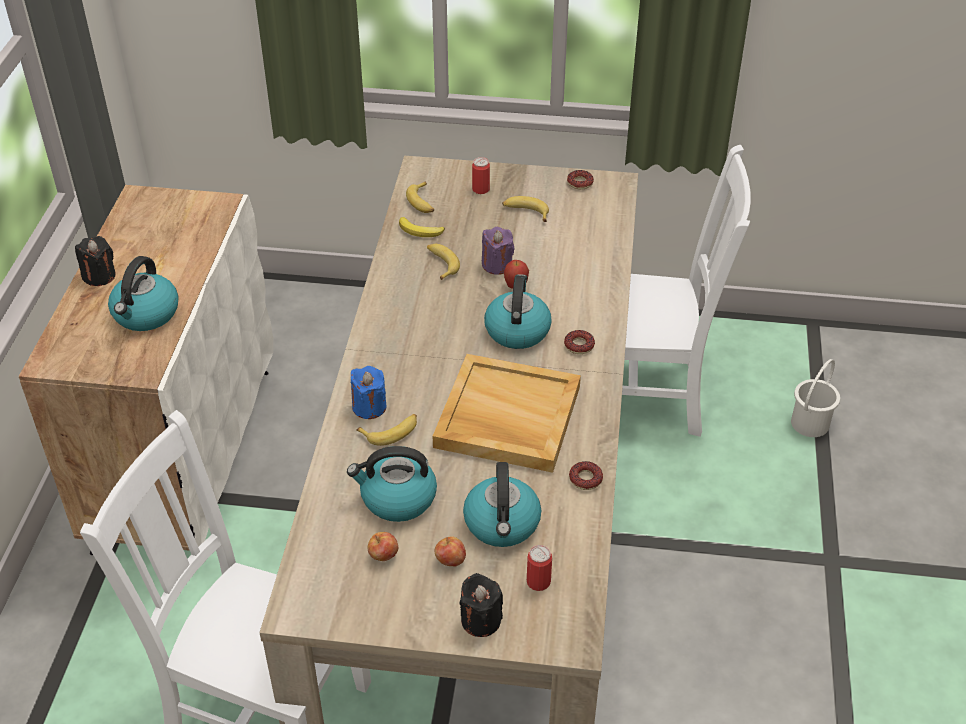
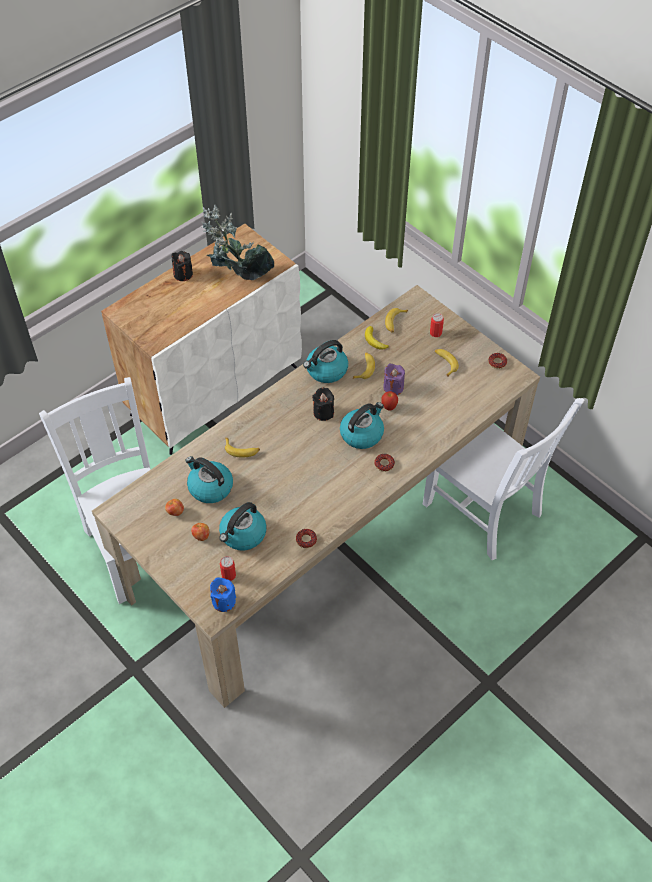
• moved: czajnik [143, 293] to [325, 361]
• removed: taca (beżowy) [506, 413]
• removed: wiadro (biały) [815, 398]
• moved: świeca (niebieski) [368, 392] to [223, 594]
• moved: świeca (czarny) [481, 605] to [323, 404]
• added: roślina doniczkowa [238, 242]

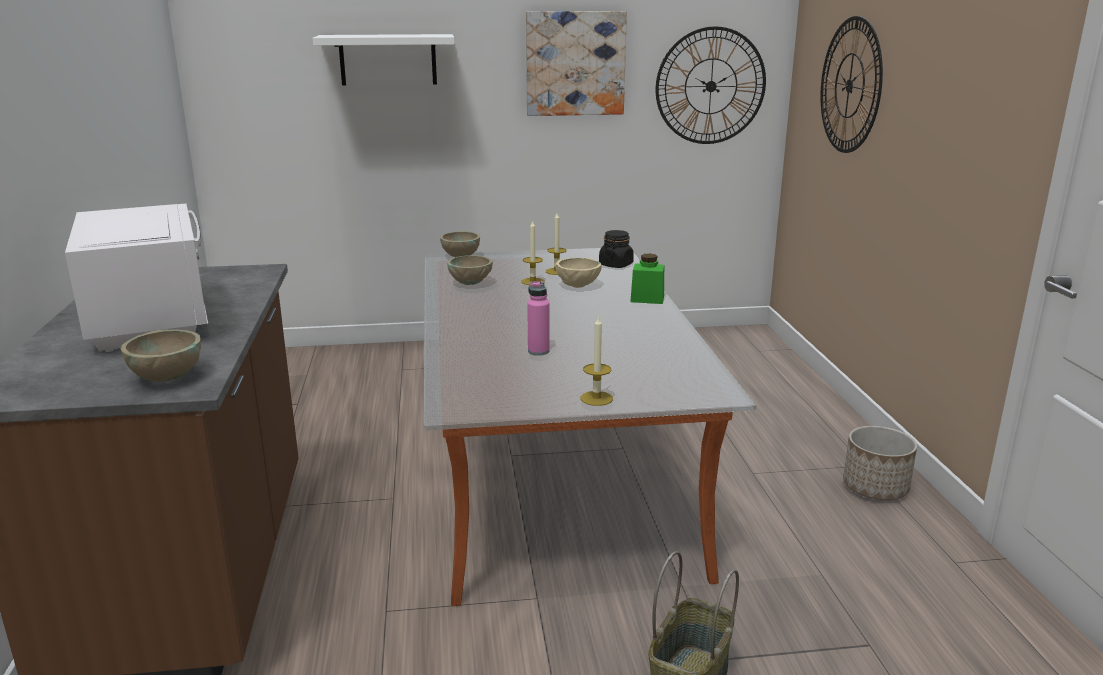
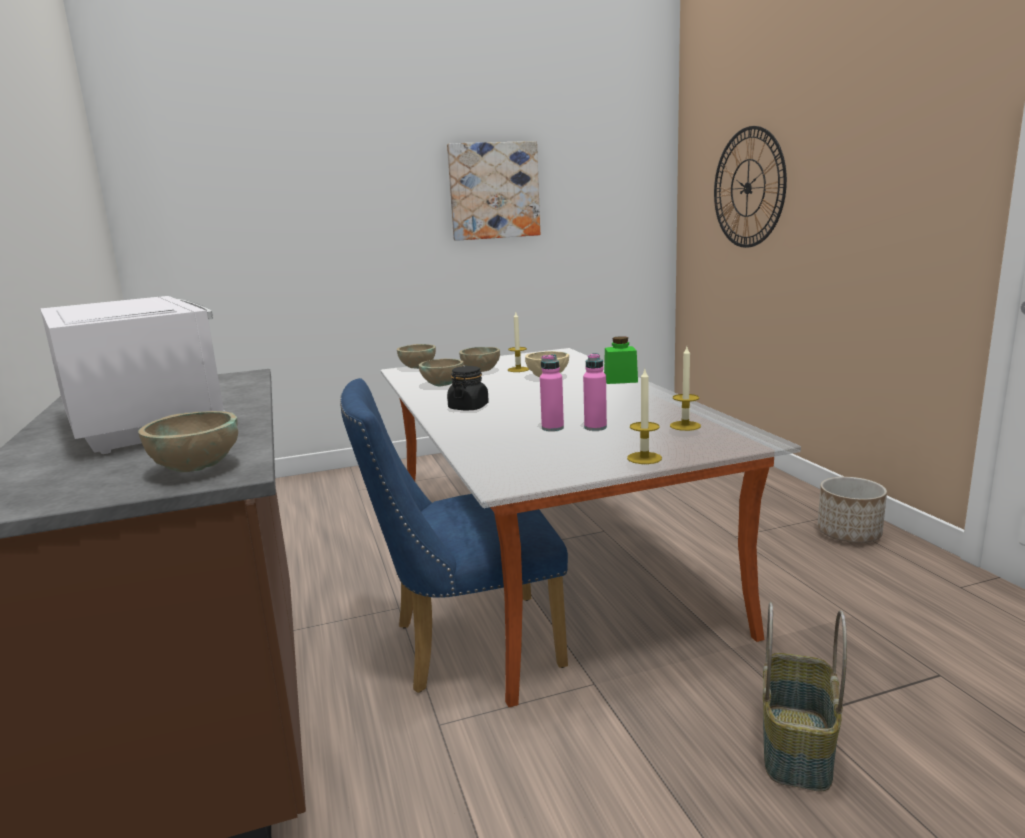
• removed: zegar ścienny [711, 85]
• removed: półka (biały) [384, 60]
• moved: świeca [533, 252] to [685, 389]
• moved: słoik (czarny) [616, 249] to [468, 388]
• added: miska (beżowy) [479, 359]
• added: butelka (różowy) [595, 392]
• added: krzesło (niebieski) [454, 535]

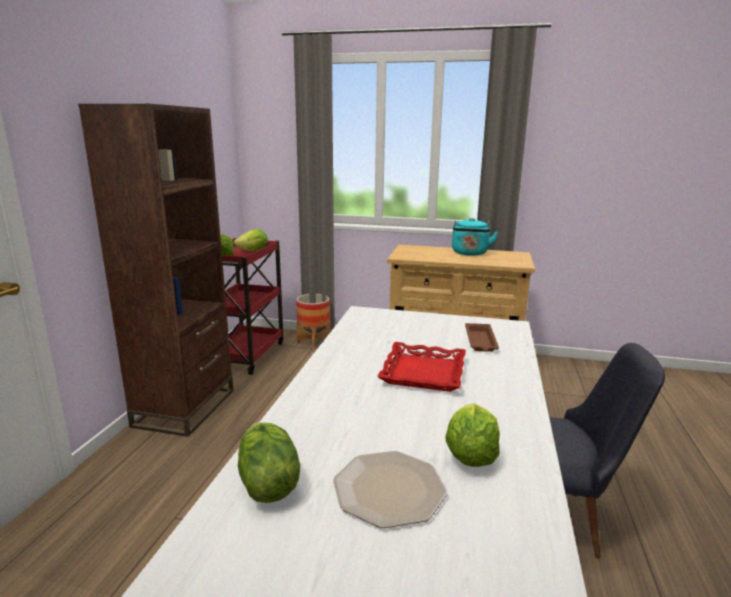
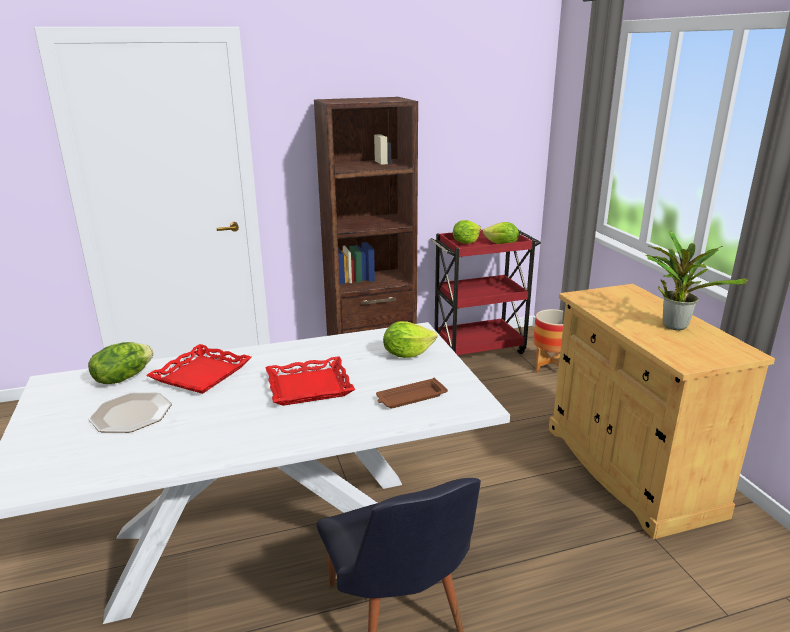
• replaced: czajnik (turkusowy) [475, 237] to roślina doniczkowa [697, 280]
• moved: sałata [472, 435] to [410, 339]
• added: taca (czerwony) [199, 369]

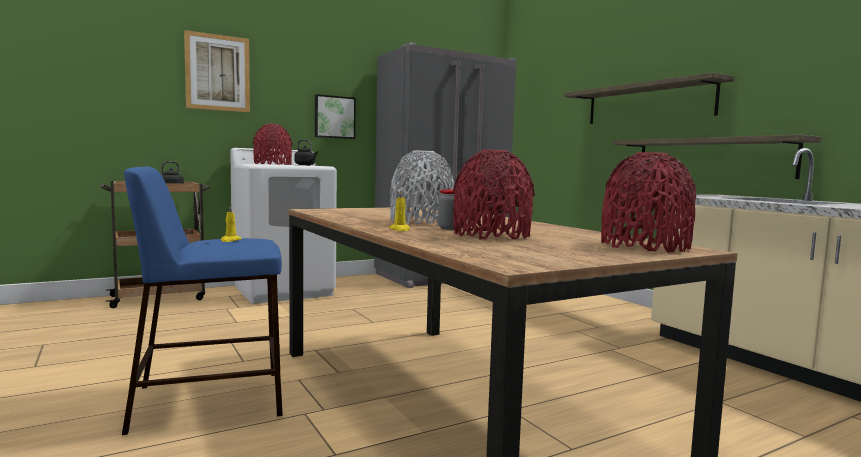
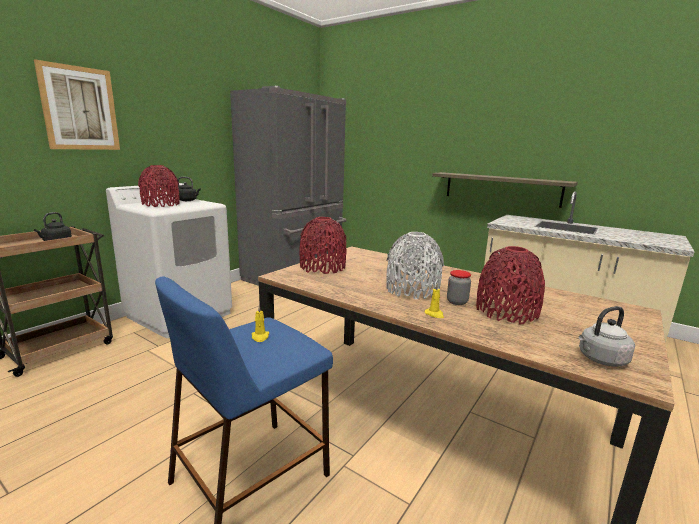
• removed: półka [649, 98]
• removed: obraz [335, 116]
• moved: wazon (czerwony) [648, 202] to [322, 245]
• added: czajnik (szary) [607, 336]

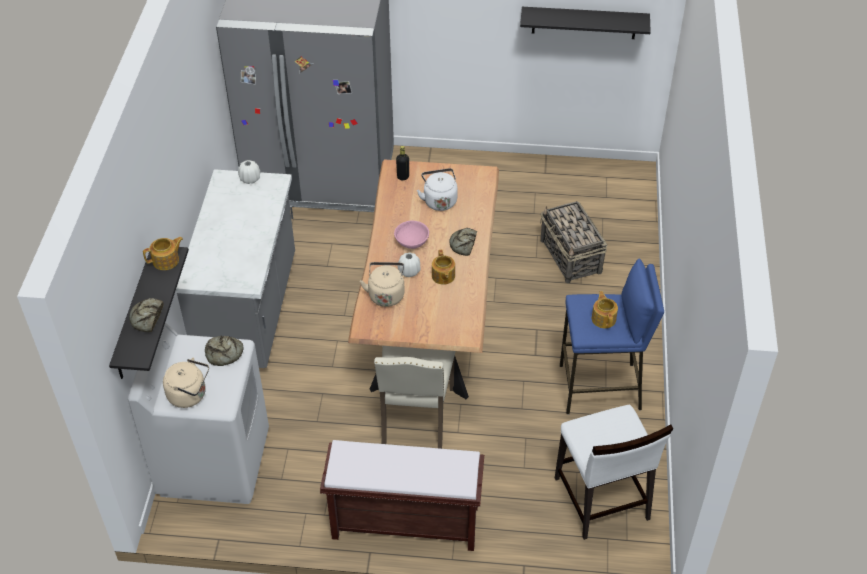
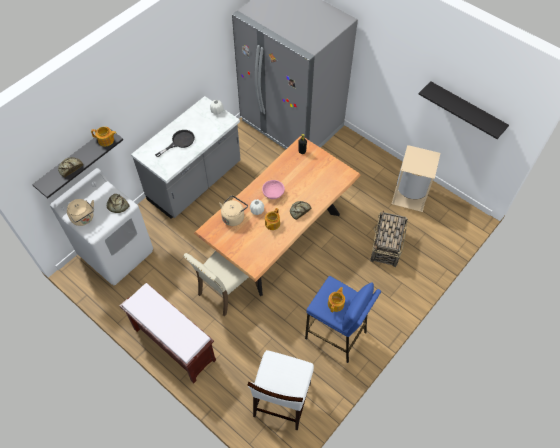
• removed: czajnik (biały) [437, 189]
• added: patelnia (czarny) [175, 143]
• added: kosz na śmieci (beżowy) [416, 178]

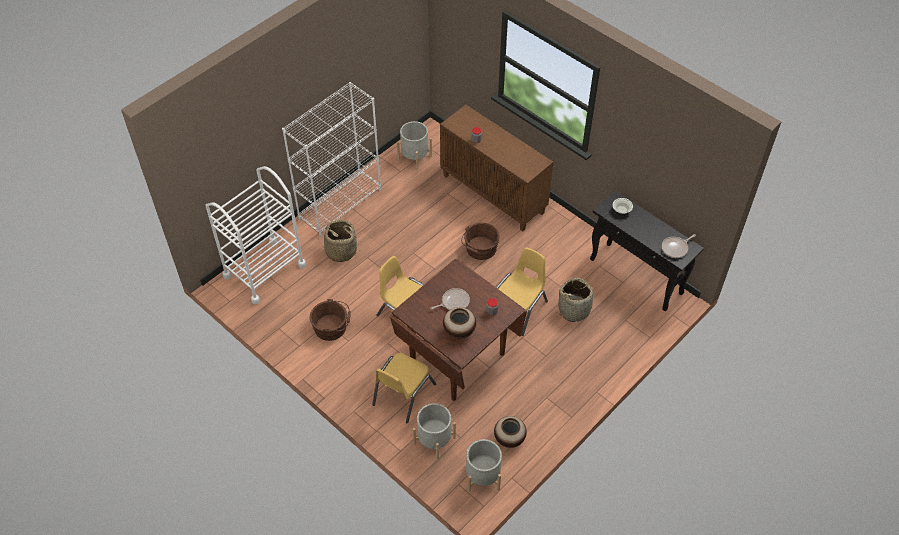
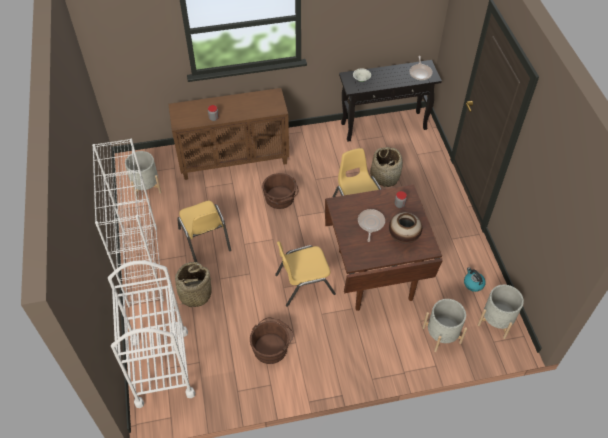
• moved: krzesło (żółty) [404, 388] to [204, 231]
• replaced: wazon [510, 432] to czajnik [474, 279]

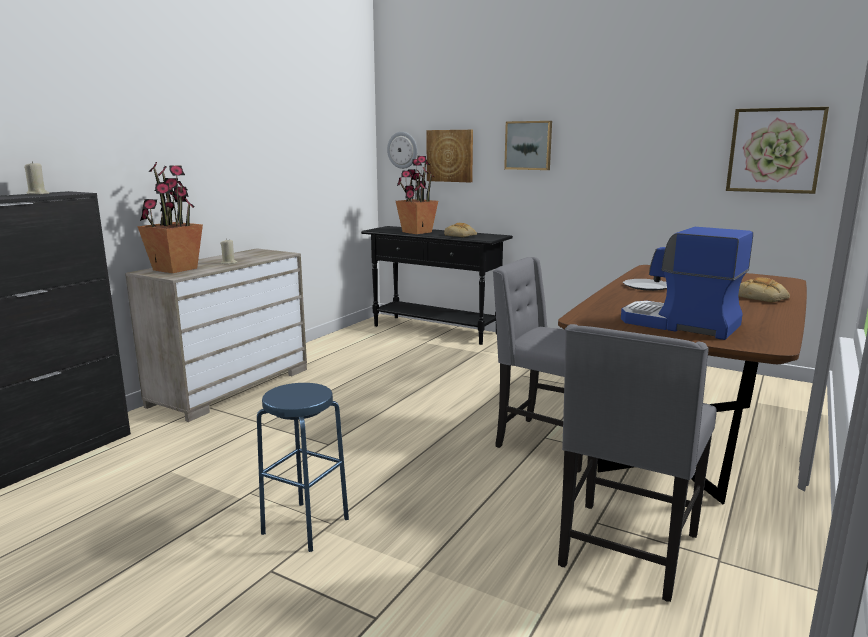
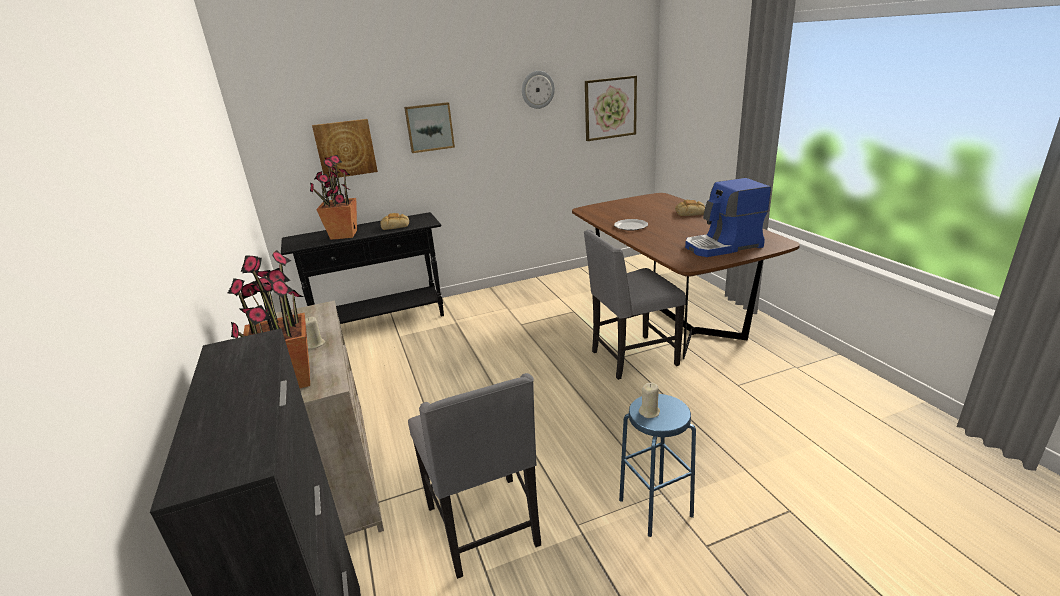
• moved: zegar ścienny [402, 150] to [538, 90]
• moved: świeca (beżowy) [36, 177] to [649, 400]
• moved: krzesło (szary) [637, 463] to [474, 476]

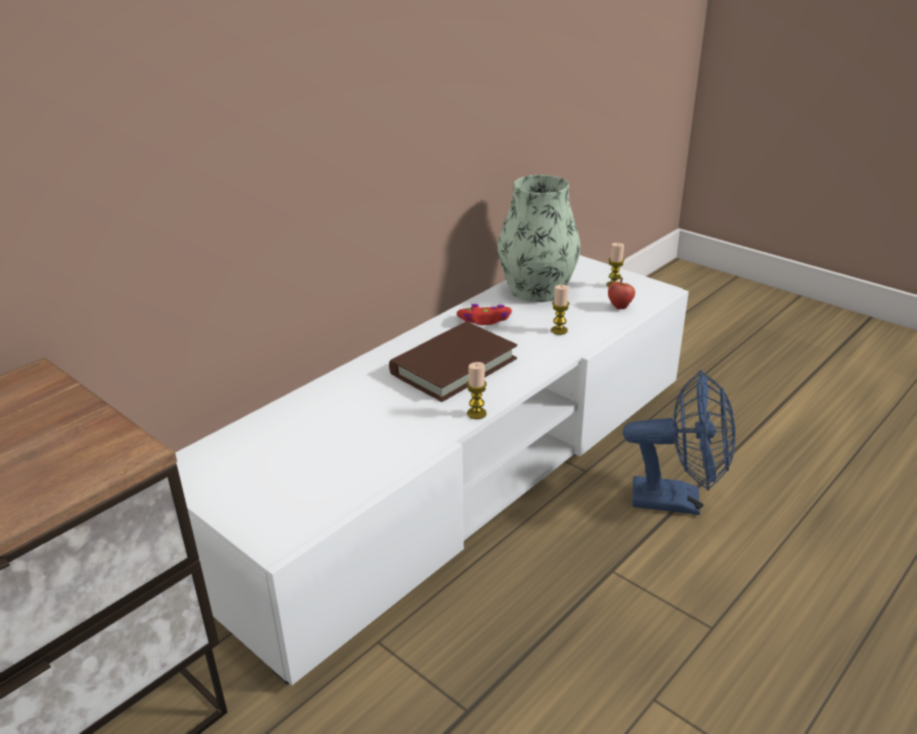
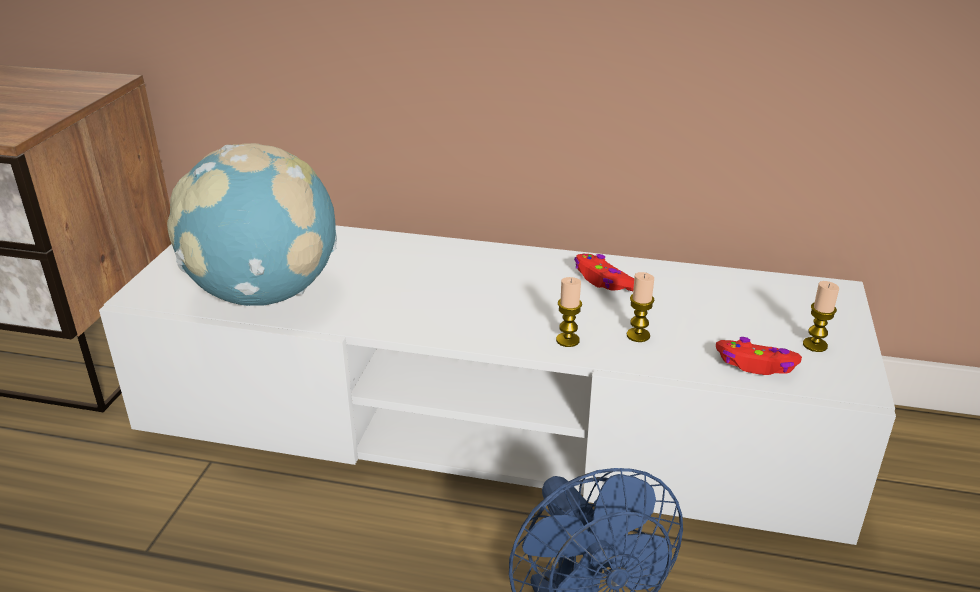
• removed: wazon [539, 238]
• replaced: jabłko [621, 292] to pad do gier (czerwony) [759, 356]
• removed: książka (brązowy) [453, 362]
• moved: świeca [477, 390] to [569, 312]
• added: globus [252, 224]

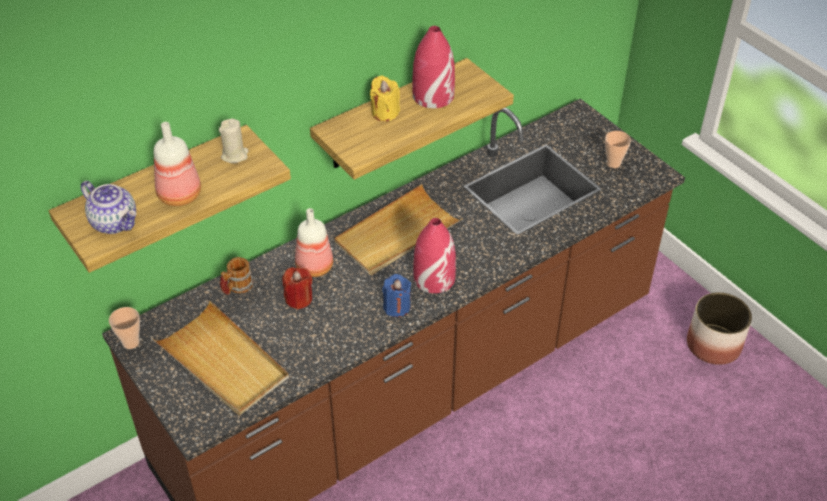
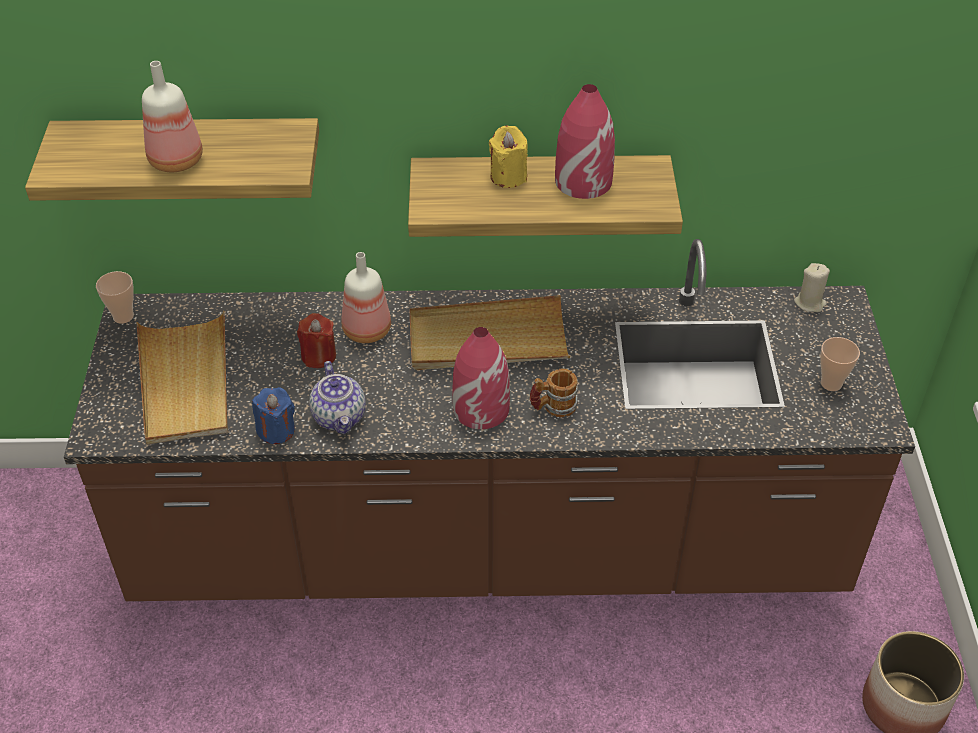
• moved: świeca (beżowy) [233, 141] to [812, 287]
• moved: imbryk [108, 207] to [337, 398]
• moved: kubek [236, 276] to [554, 392]
• moved: świeca (niebieski) [396, 295] to [273, 415]

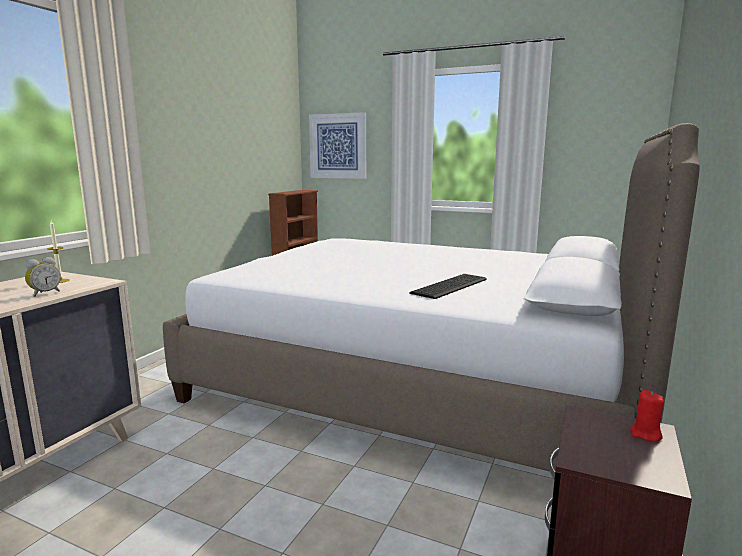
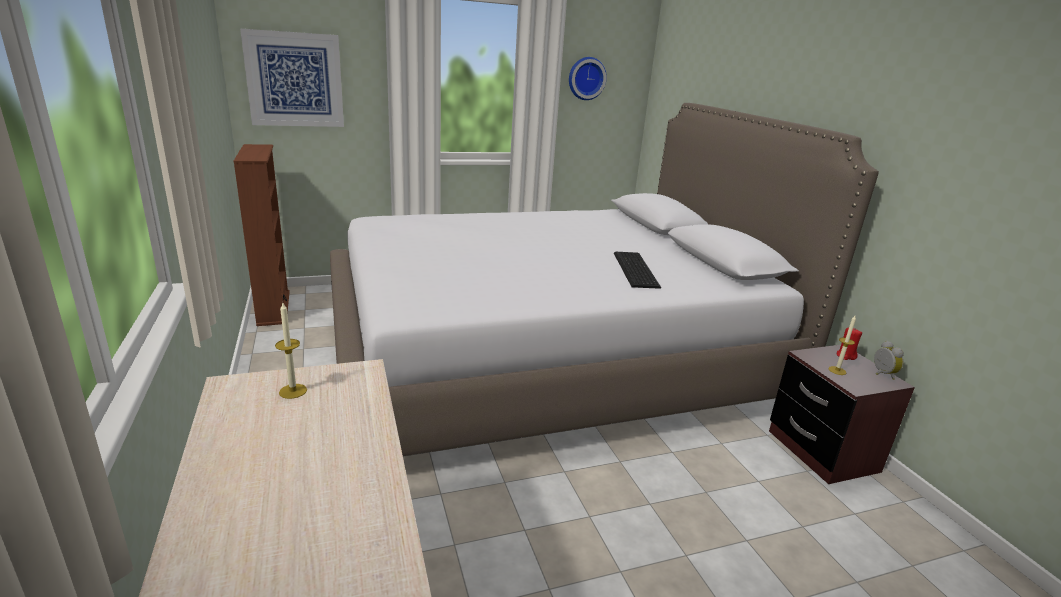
• moved: budzik [43, 277] to [889, 360]
• added: zegar ścienny [588, 78]
• added: świeca [842, 345]

